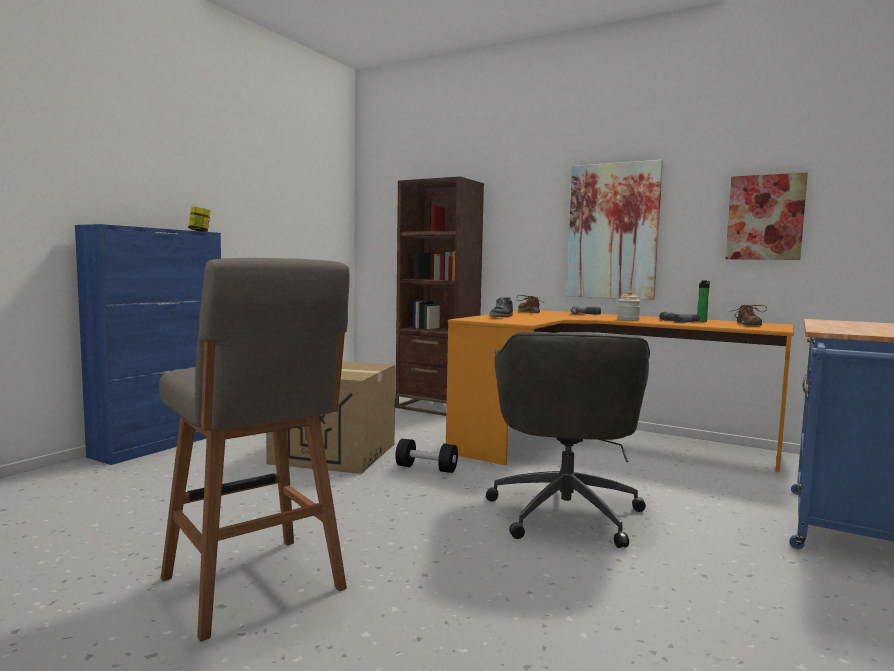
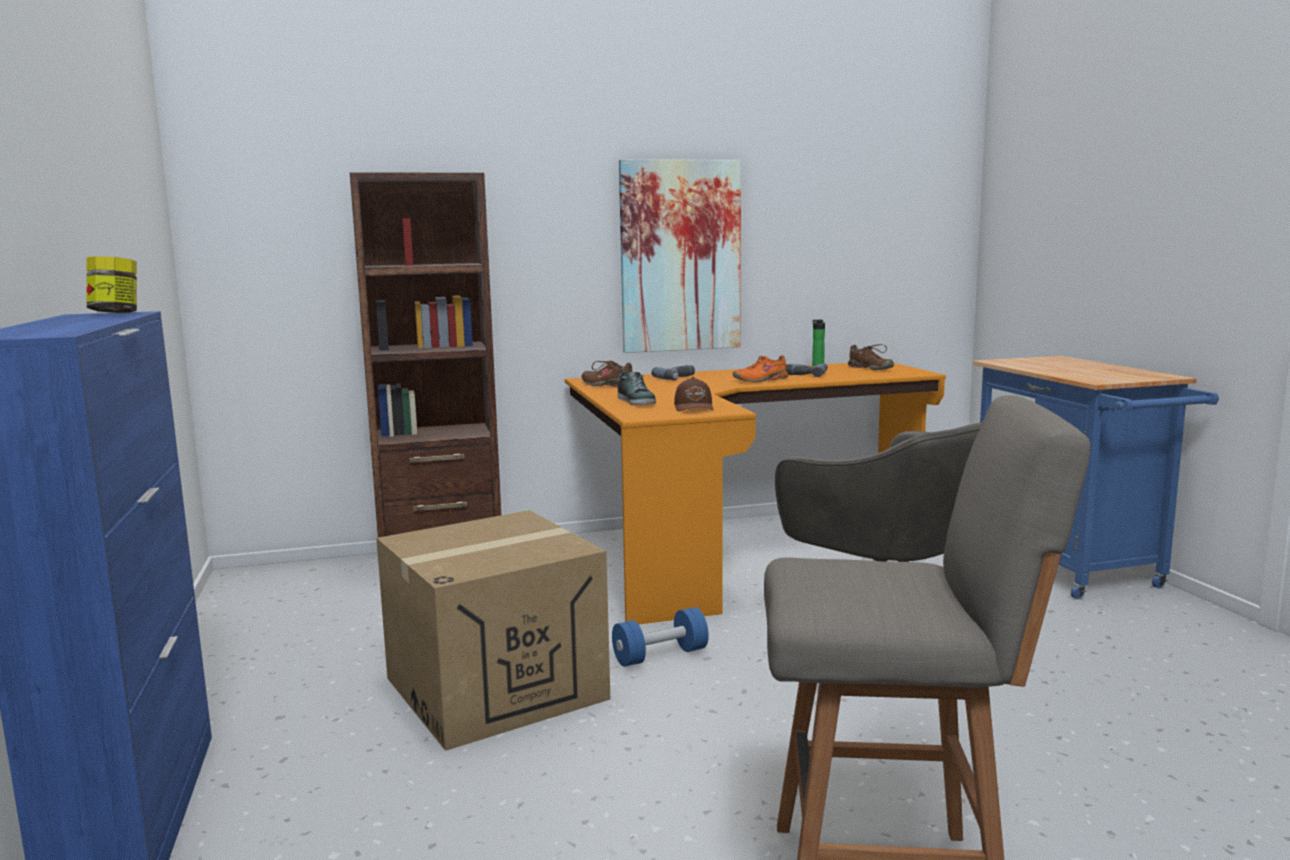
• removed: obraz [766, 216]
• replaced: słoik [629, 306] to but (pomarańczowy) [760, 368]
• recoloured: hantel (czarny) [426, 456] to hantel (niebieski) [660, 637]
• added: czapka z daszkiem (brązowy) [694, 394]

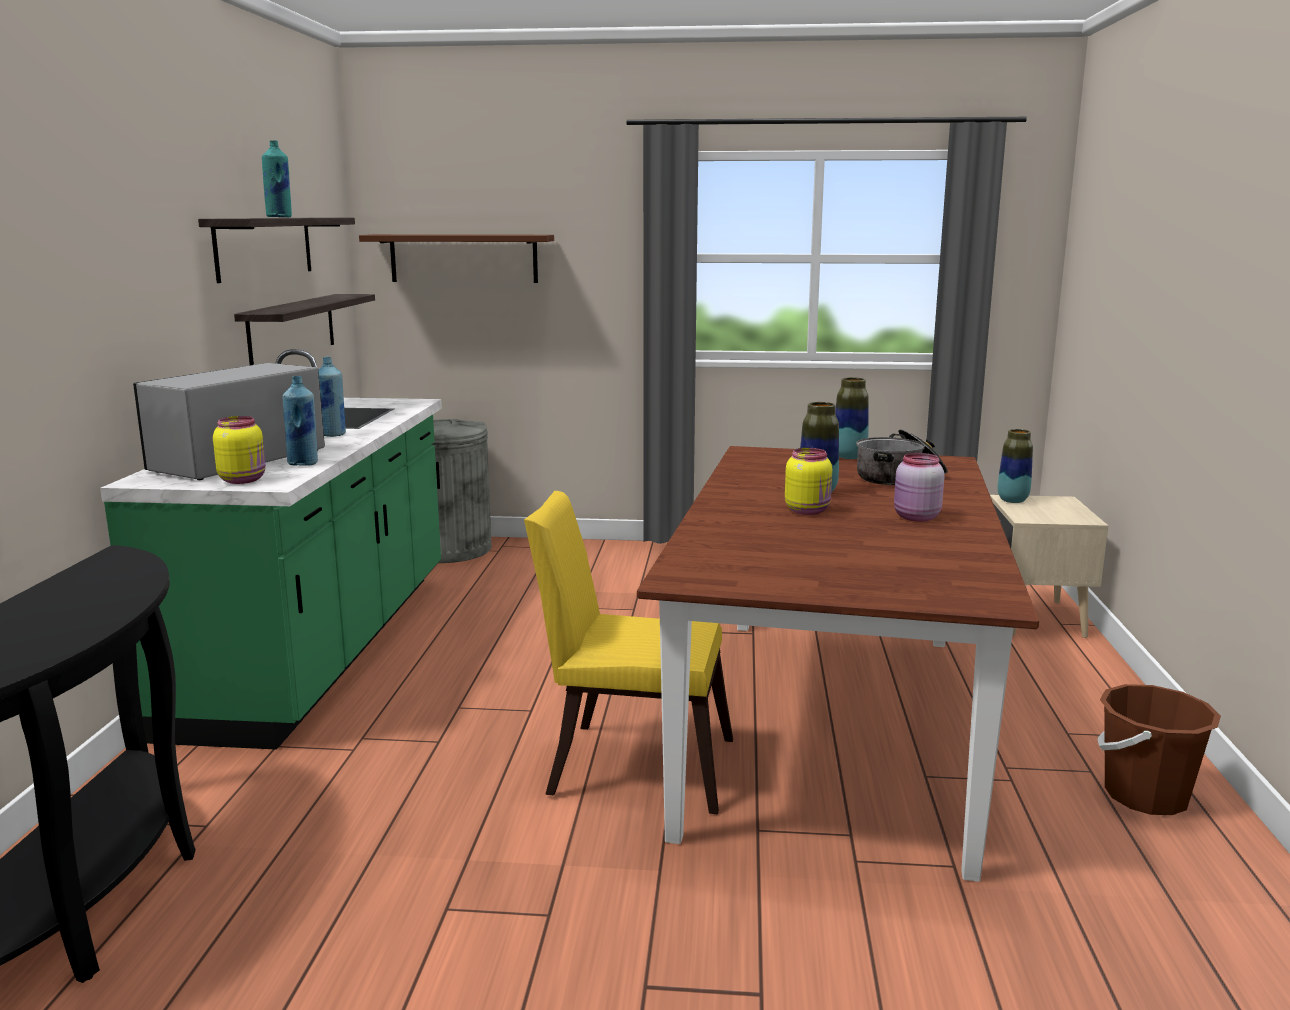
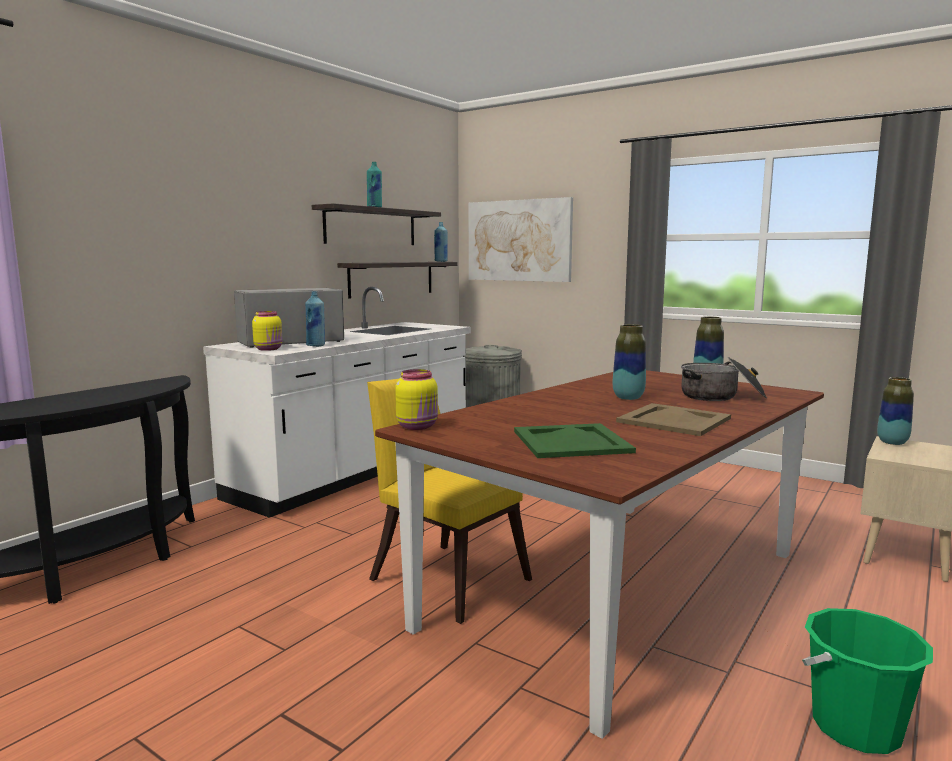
• replaced: półka (brązowy) [456, 258] to obraz [521, 239]
• recoloured: zabudowa kuchenna (zielony) [271, 549] to zabudowa kuchenna (biały) [337, 402]
• moved: butelka (niebieski) [332, 397] to [441, 242]
• moved: słoik (żółty) [808, 481] to [416, 399]
• replaced: słoik (różowy) [919, 487] to taca (beżowy) [673, 419]
• recoloured: wiadro (brązowy) [1159, 749] to wiadro (zielony) [867, 681]
• added: taca (zielony) [575, 440]

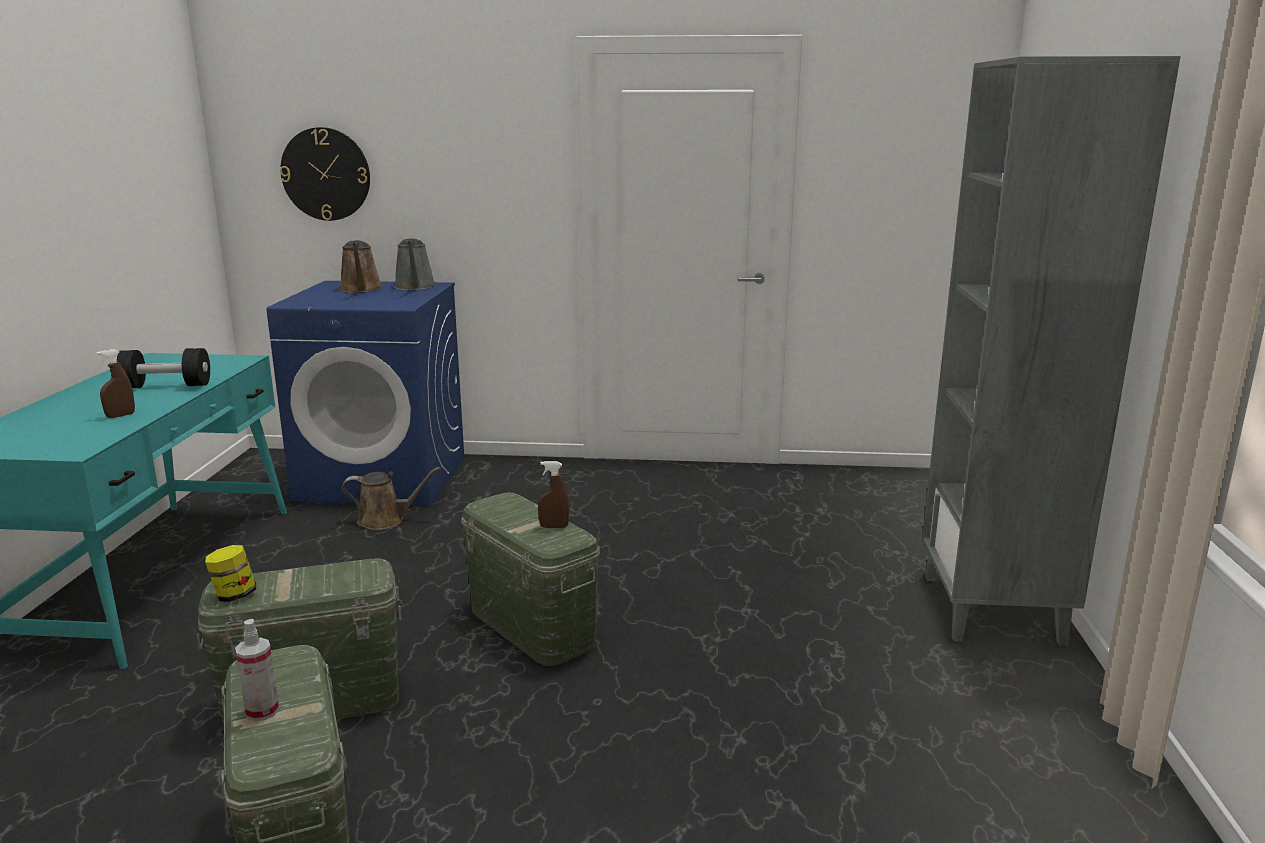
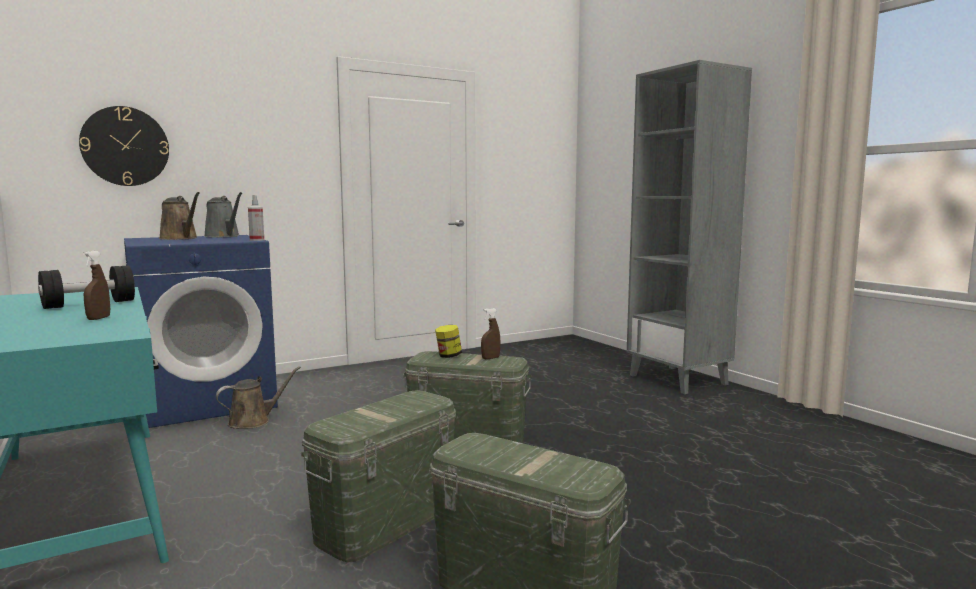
• moved: słoik [230, 573] to [448, 341]
• moved: spryskiwacz [257, 670] to [256, 218]

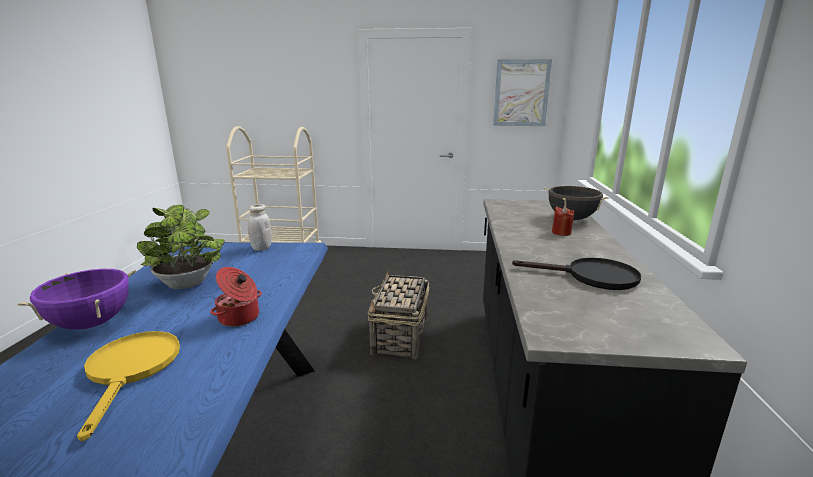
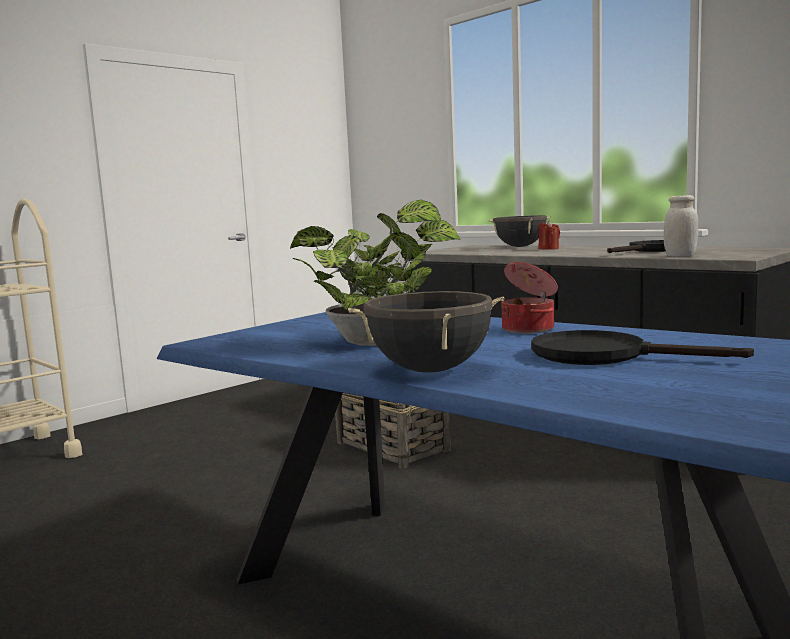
• removed: obraz [522, 92]
• moved: słoik (biały) [260, 227] to [681, 226]
• recoloured: garnek (fioletowy) [76, 299] to garnek (czarny) [426, 332]
• recoloured: patelnia (żółty) [128, 386] to patelnia (czarny) [642, 347]

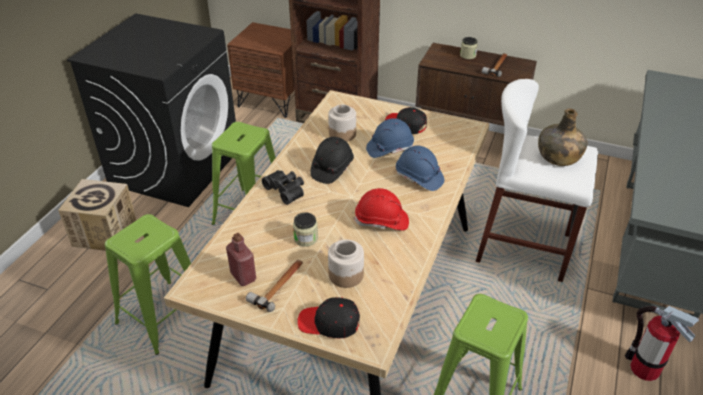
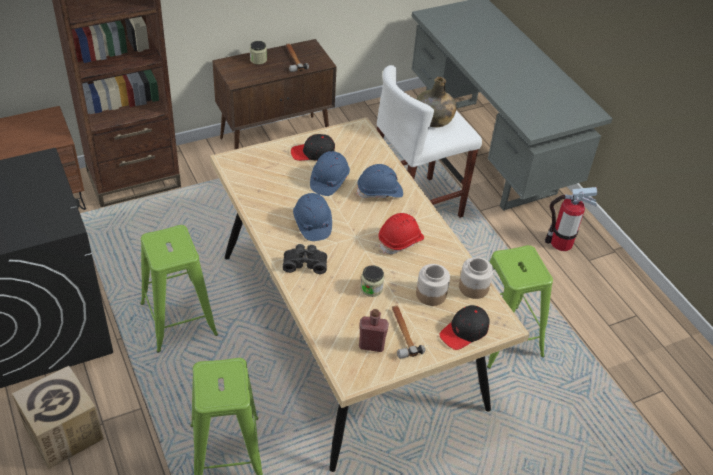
• moved: słoik [342, 123] to [476, 278]
• recoloured: kask (czarny) [332, 160] to kask (niebieski) [312, 217]

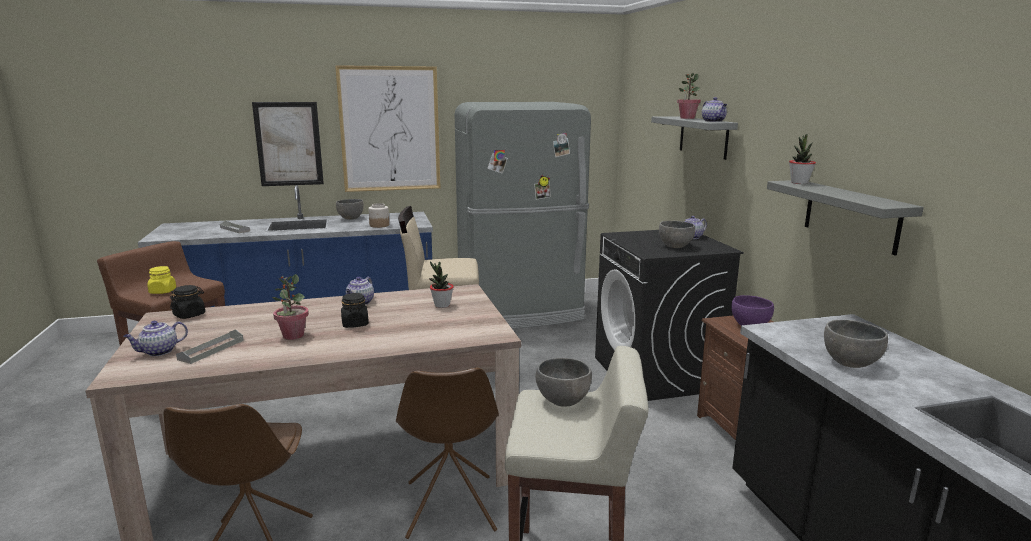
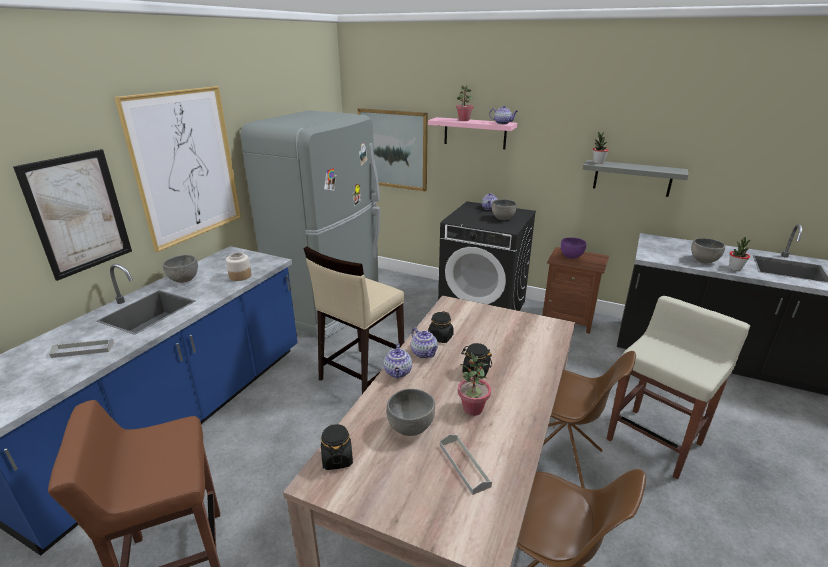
• recoloured: półka (szary) [694, 138] to półka (różowy) [472, 133]
• moved: roślina doniczkowa [441, 284] to [739, 254]
• removed: słoik (żółty) [161, 280]
• moved: imbryk [155, 338] to [398, 361]
• moved: miska (szary) [564, 382] to [411, 412]
• added: obraz [392, 149]
• added: słoik (czarny) [441, 327]

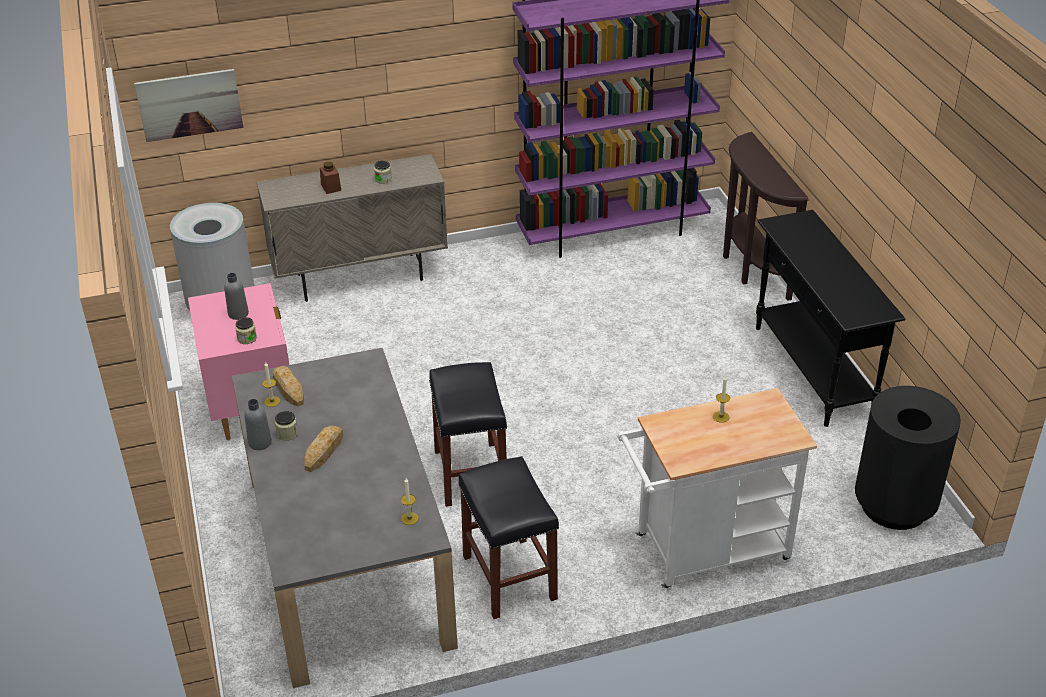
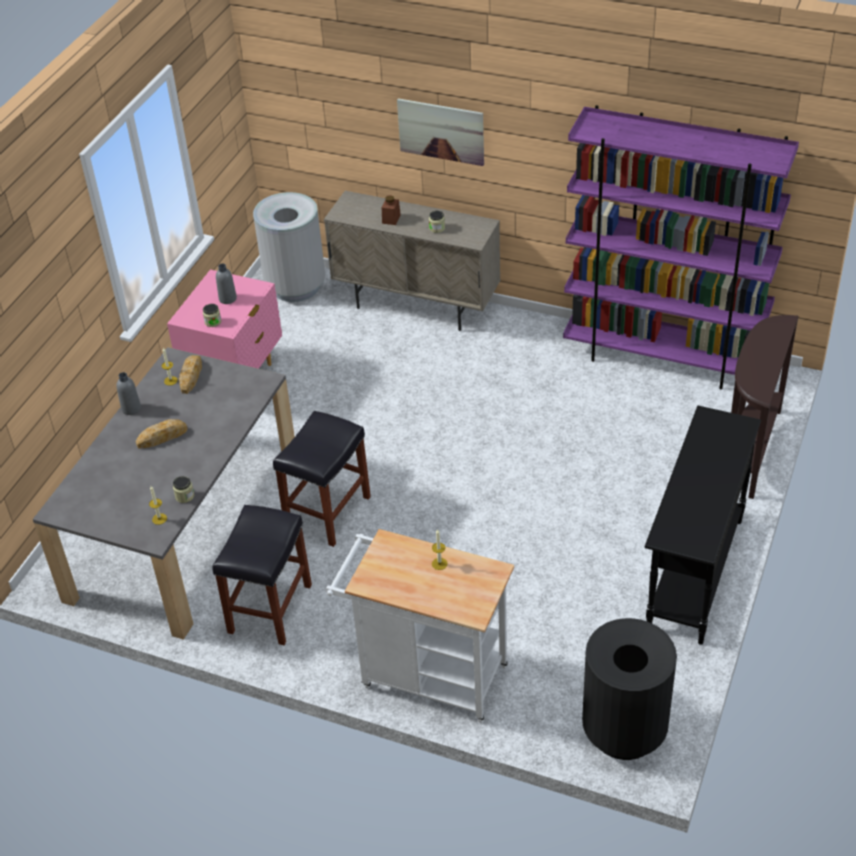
• moved: obraz [188, 105] to [440, 132]
• moved: słoik [286, 426] to [183, 489]

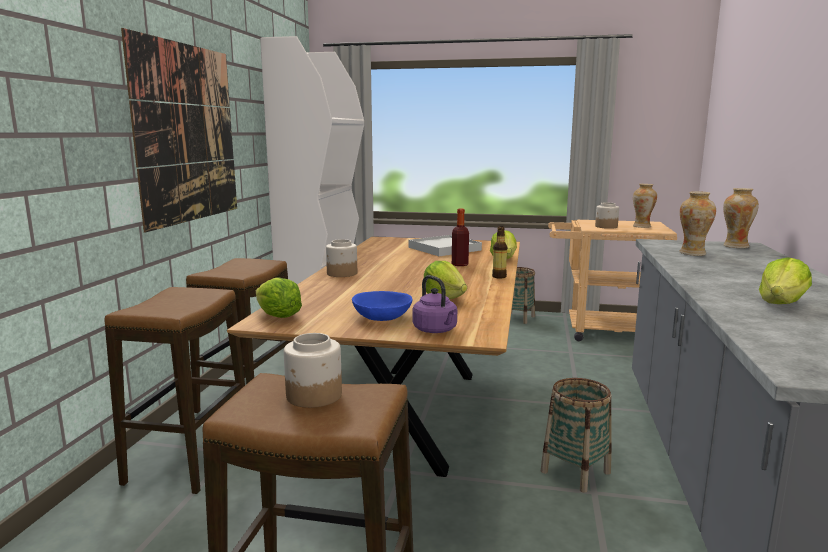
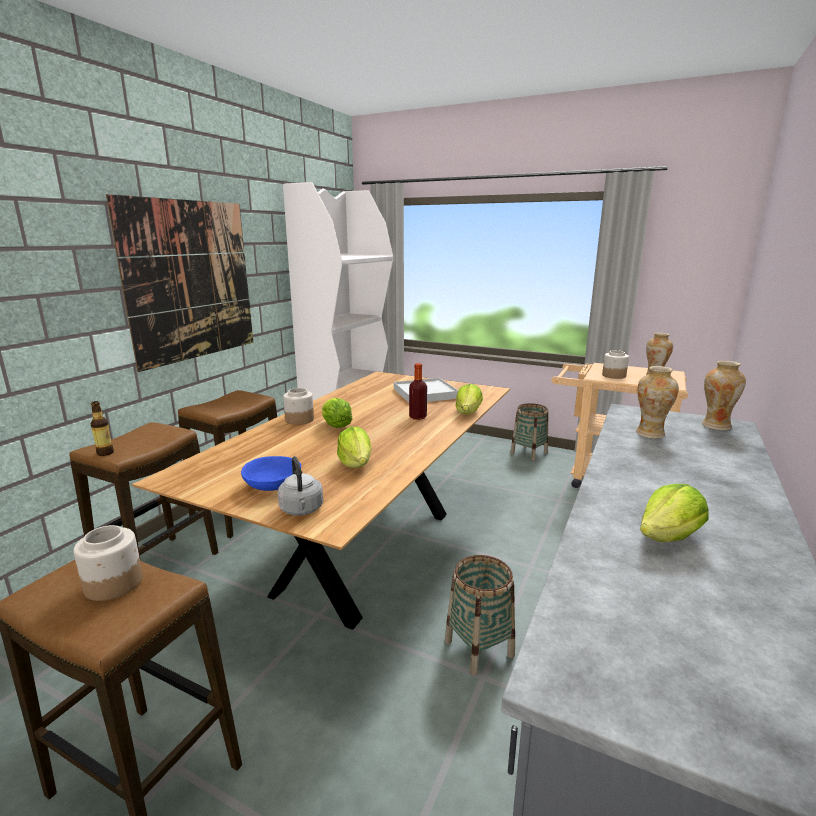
• moved: butelka [499, 252] to [102, 428]
• recoloured: czajnik (fioletowy) [434, 304] to czajnik (szary) [300, 486]
• moved: sałata [279, 297] to [337, 413]

